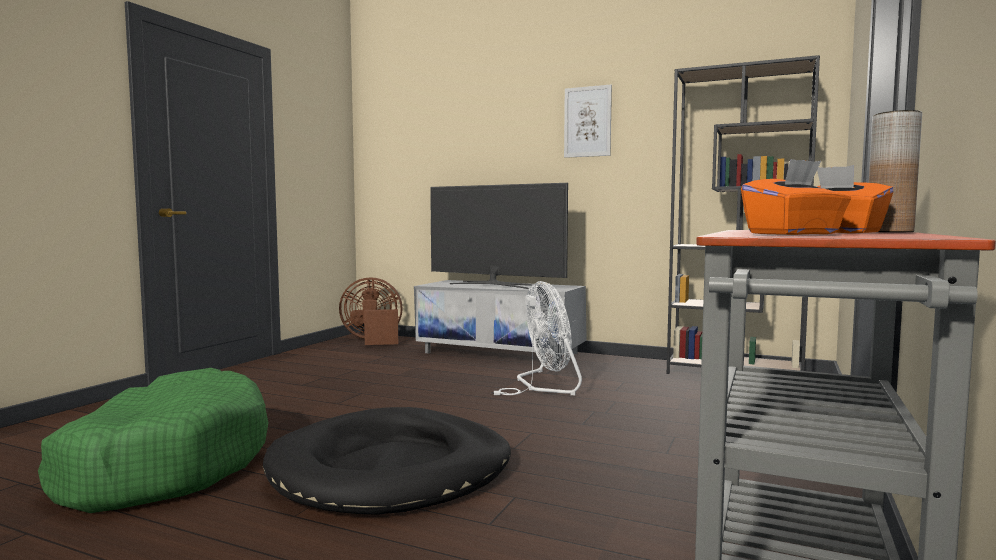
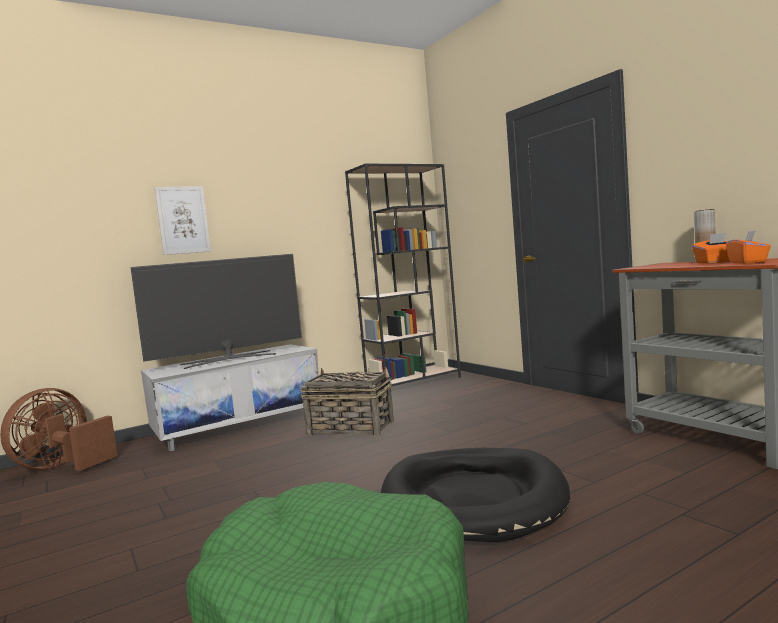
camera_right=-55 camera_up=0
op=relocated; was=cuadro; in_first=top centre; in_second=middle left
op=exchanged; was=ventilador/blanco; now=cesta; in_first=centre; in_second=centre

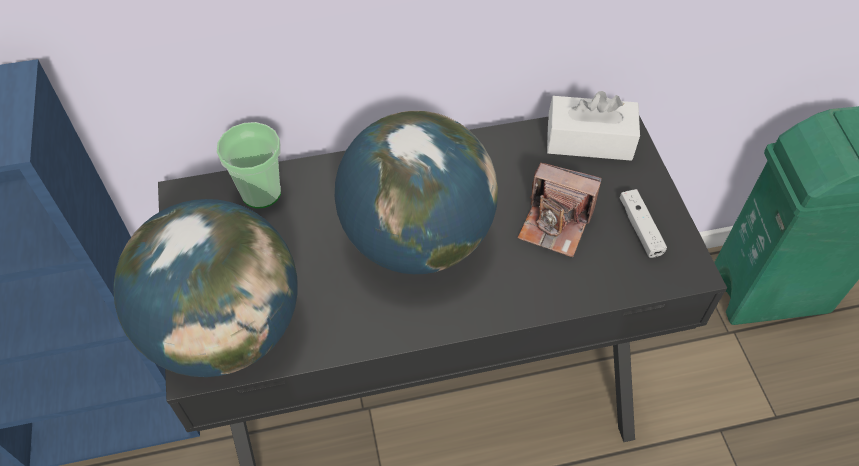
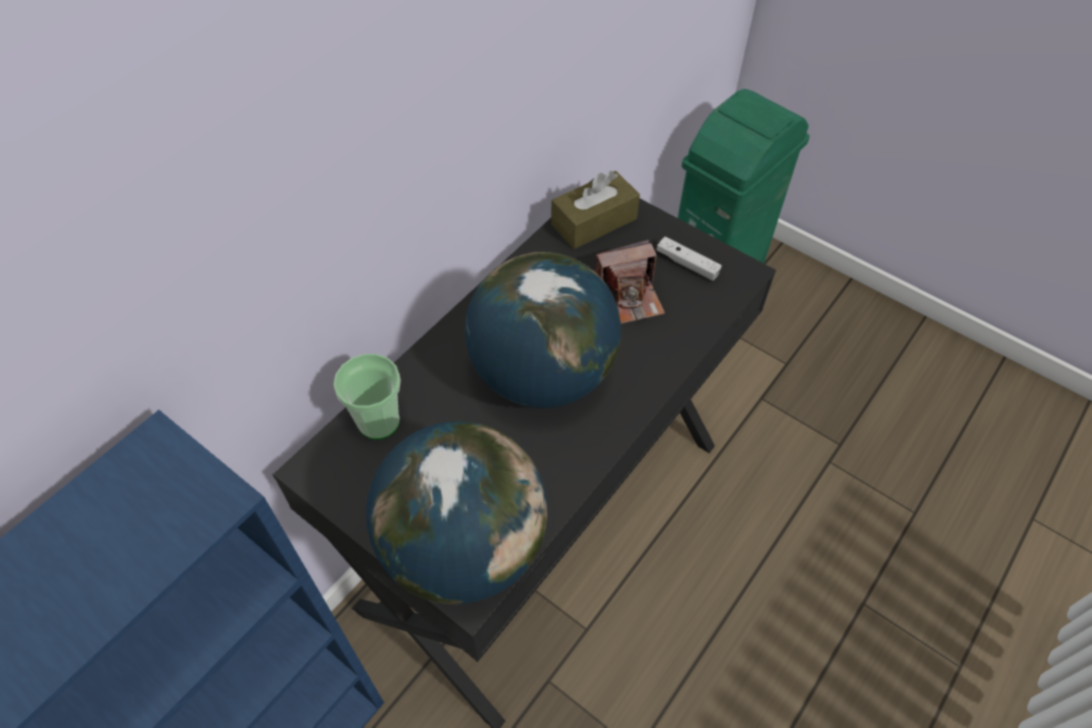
camera_right=-40 camera_up=0
op=colour; was=caja de pañuelos/blanco; now=caja de pañuelos/marrón; in_first=top right; in_second=top centre

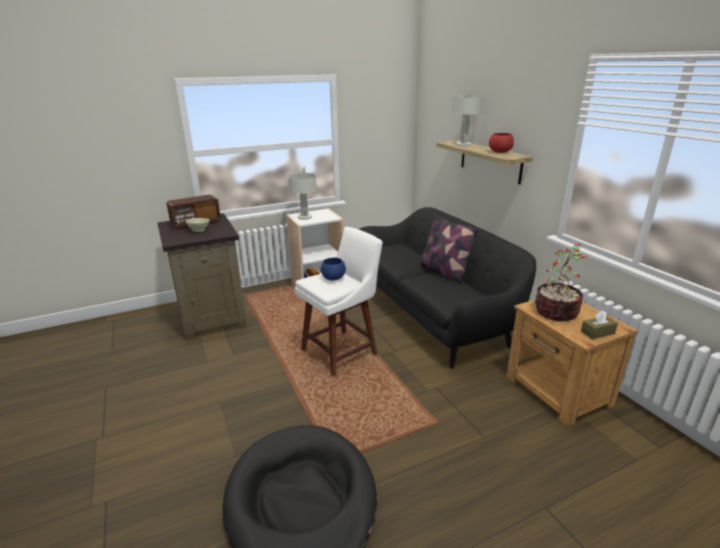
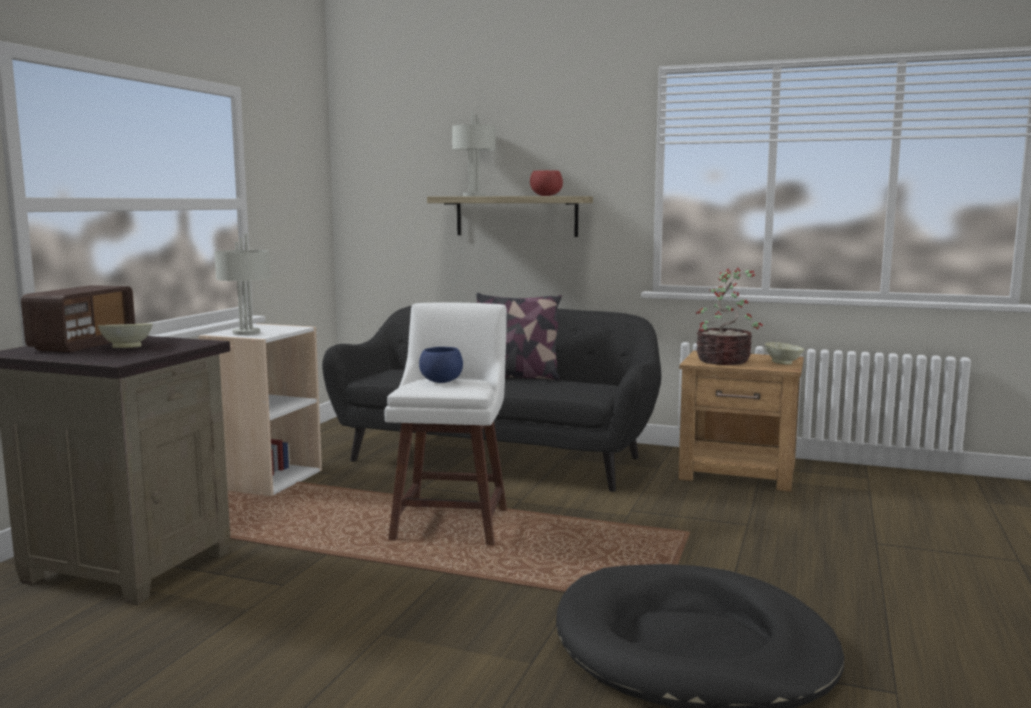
camera_right=-45 camera_up=-15
op=exchanged; was=caja de pañuelos/marrón; now=cuenco/beis (no. 2 from left); in_first=middle right; in_second=middle right

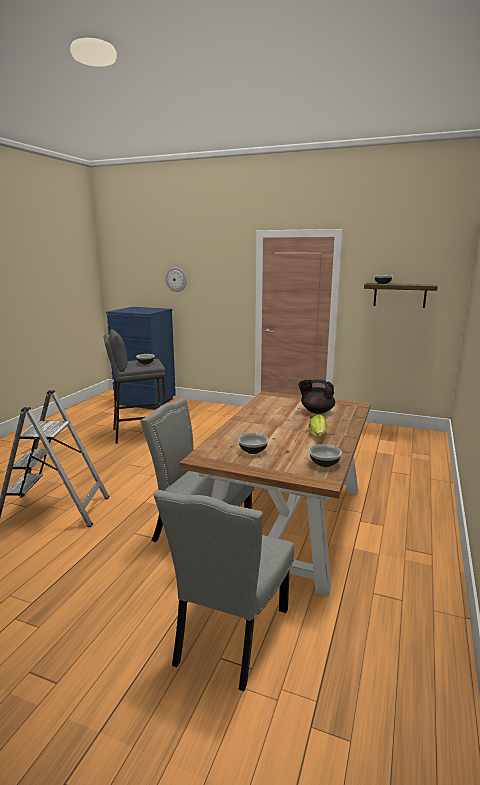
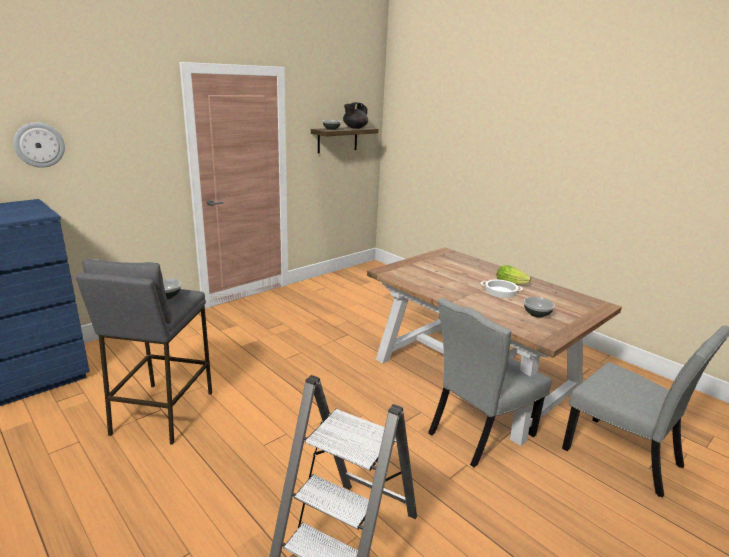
camera_right=-65 camera_up=5
op=relocated; was=tetera/negro; in_first=centre; in_second=top centre
op=missing; was=cuenco (no. 3 from left); in_first=middle right
op=appeared; now=olla; in_second=middle right

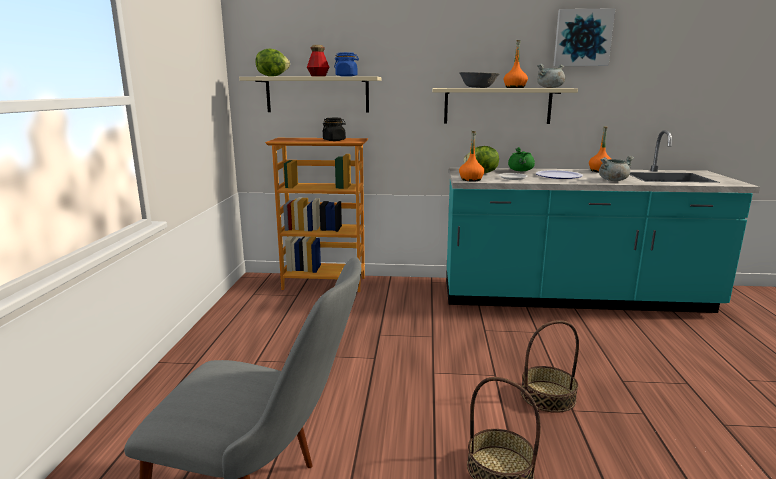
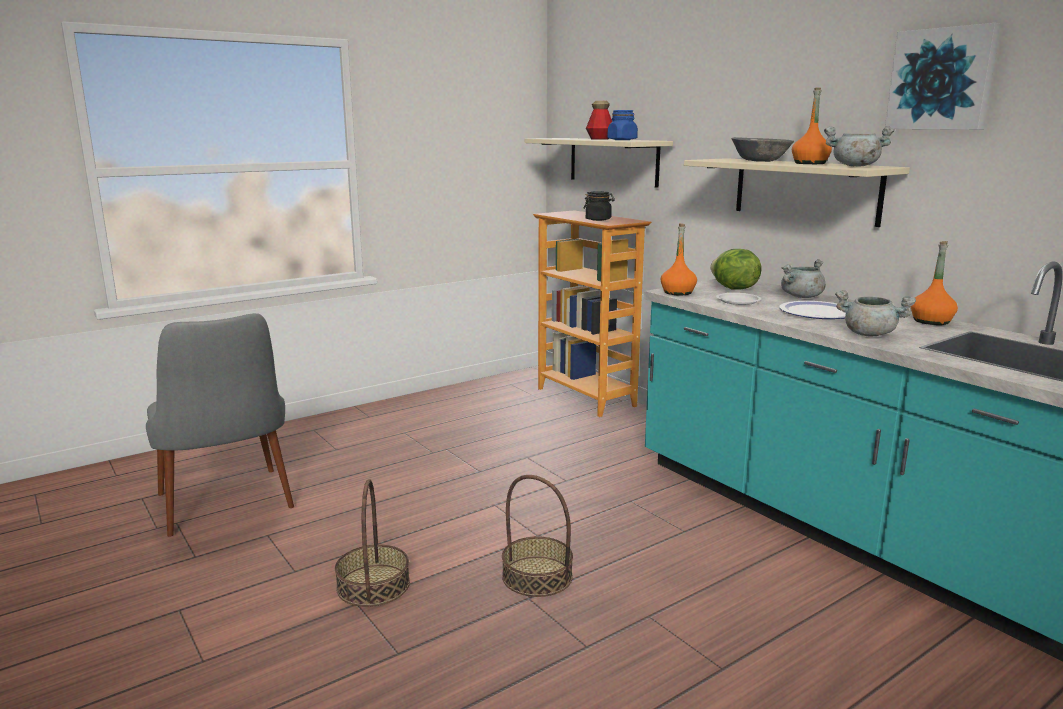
camera_right=50 camera_up=0
op=missing; was=lechuga (no. 1 from left); in_first=top centre
op=colour; was=olla/verde; now=olla/gris (no. 1 from left); in_first=top right; in_second=middle right

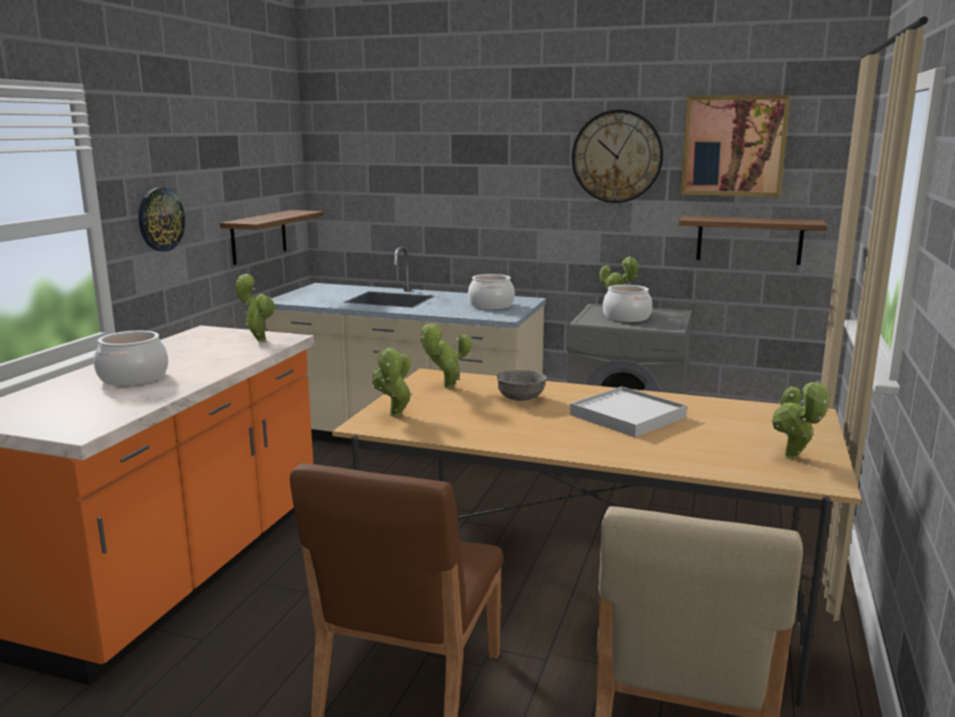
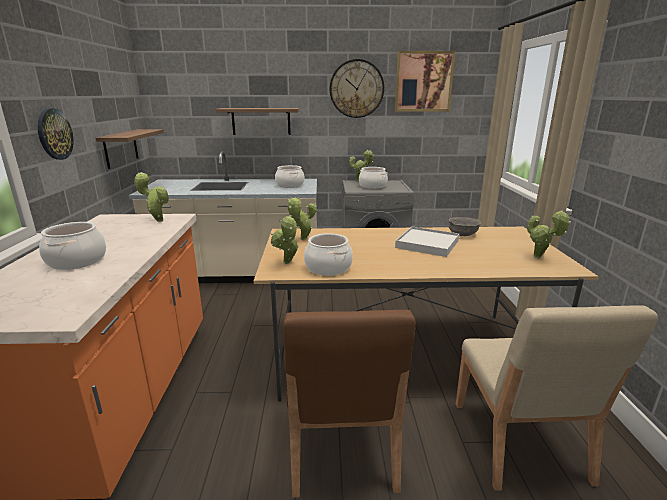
camera_right=-20 camera_up=5
op=relocated; was=estante (no. 2 from left); in_first=middle right; in_second=top centre
op=relocated; was=cuenco/gris; in_first=centre; in_second=middle right
op=appeared; now=olla (no. 3 from left); in_second=centre

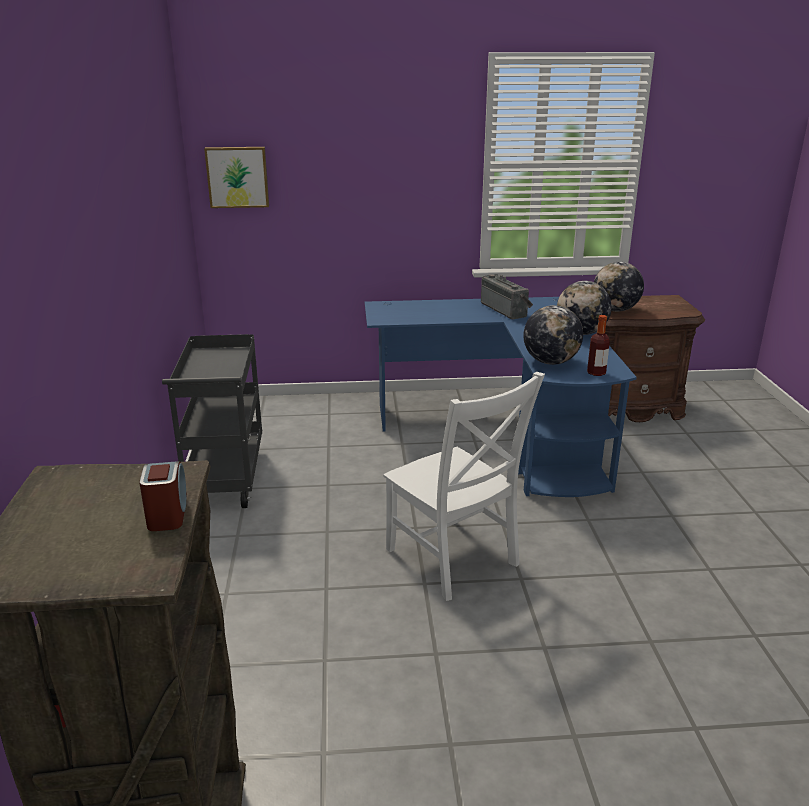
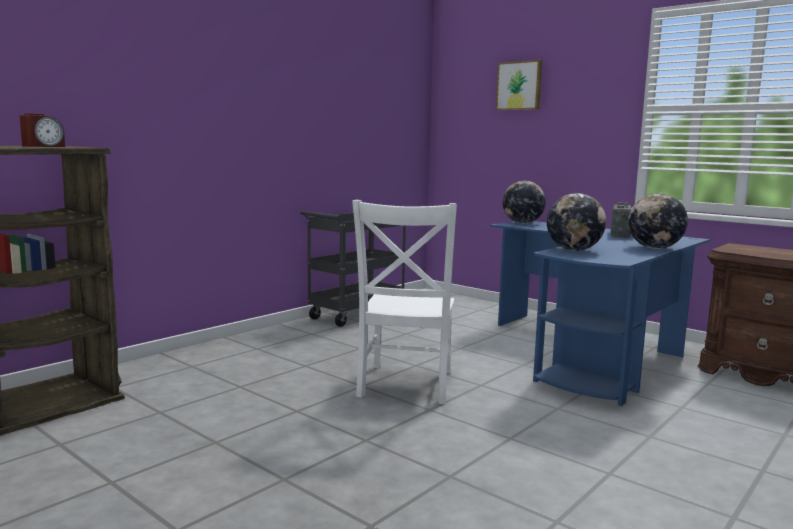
camera_right=45 camera_up=-15
op=relocated; was=cuadro; in_first=top left; in_second=top centre
op=relocated; was=globo terráqueo (no. 3 from left in the first image); now=globo terráqueo (no. 1 from left); in_first=middle right; in_second=centre
op=missing; was=botella; in_first=middle right

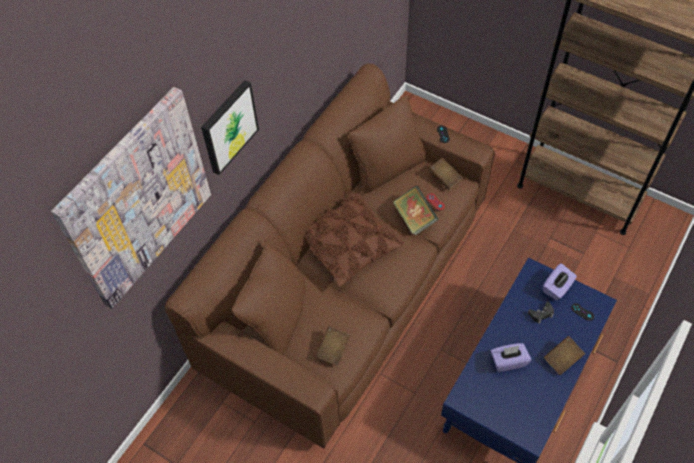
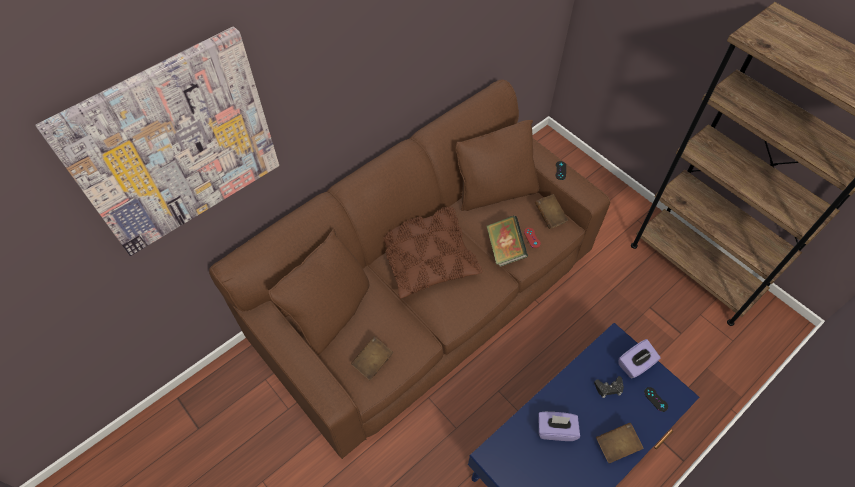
camera_right=15 camera_up=0
op=missing; was=cuadro (no. 2 from left); in_first=top left

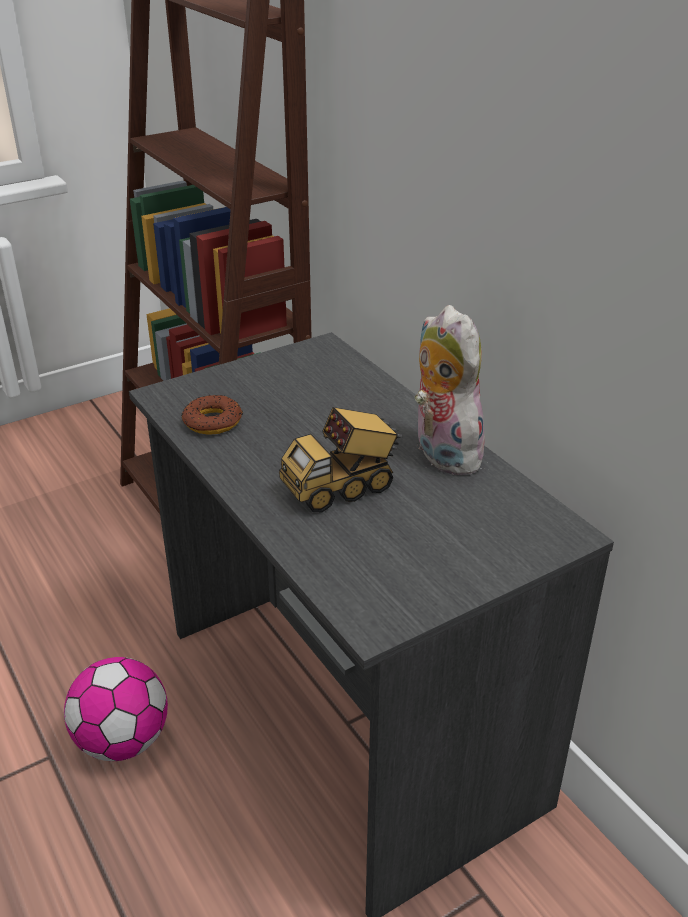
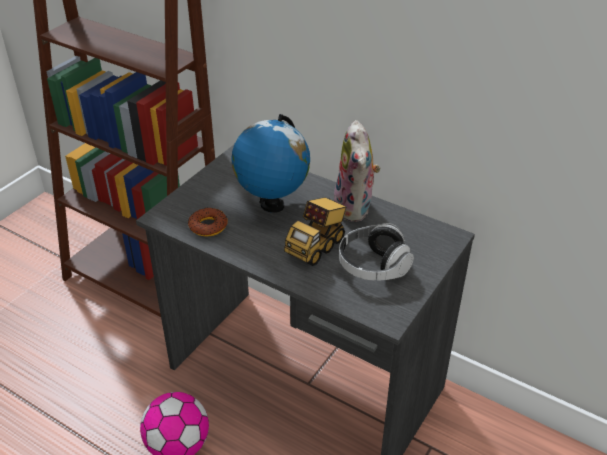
camera_right=-25 camera_up=5
op=spun; was=peluche; in_first=centre; in_second=centre; clockwise=-135
op=appeared; now=globo terráqueo; in_second=centre
op=appeared; now=auriculares; in_second=centre

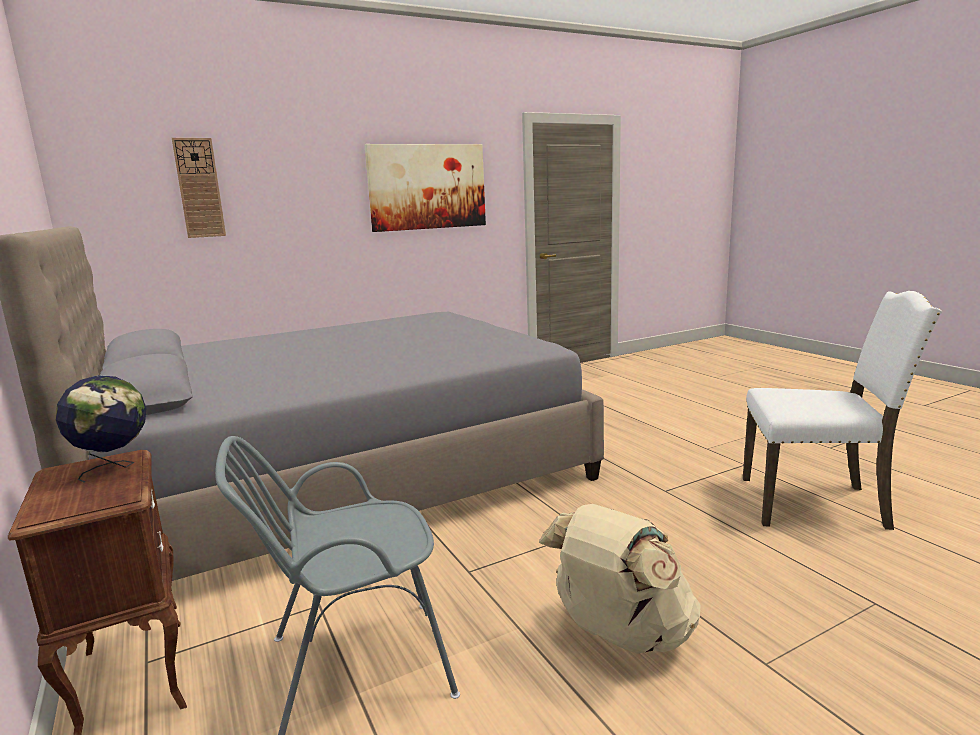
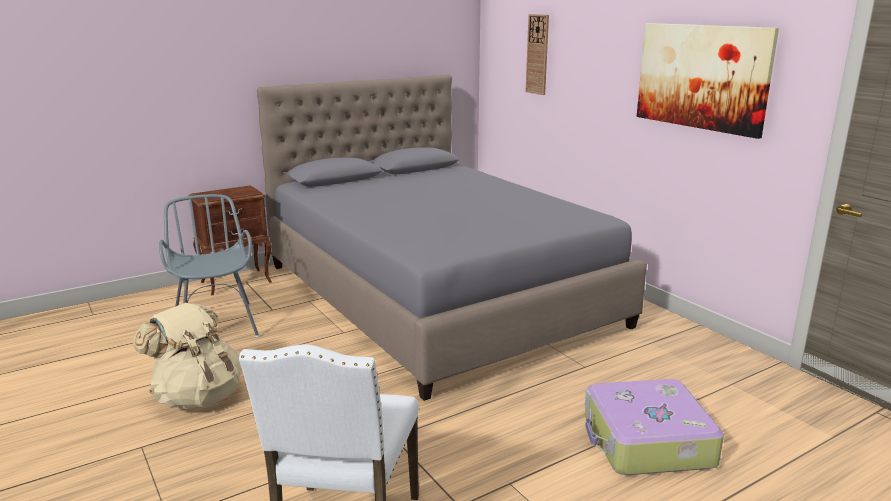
camera_right=85 camera_up=5
op=missing; was=globo terráqueo; in_first=middle left
op=appeared; now=maleta; in_second=bottom right

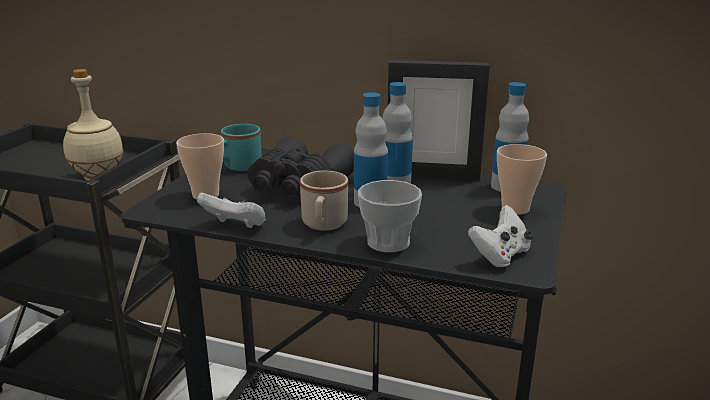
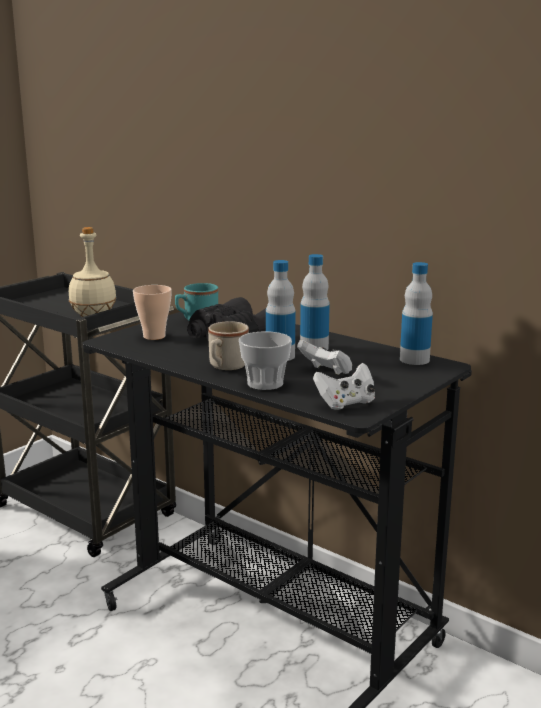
camera_right=20 camera_up=-5
op=missing; was=portarretratos; in_first=top centre
op=missing; was=taza (no. 3 from left); in_first=middle right
op=relocated; was=mando de consola/blanco (no. 1 from left); in_first=middle left; in_second=centre

